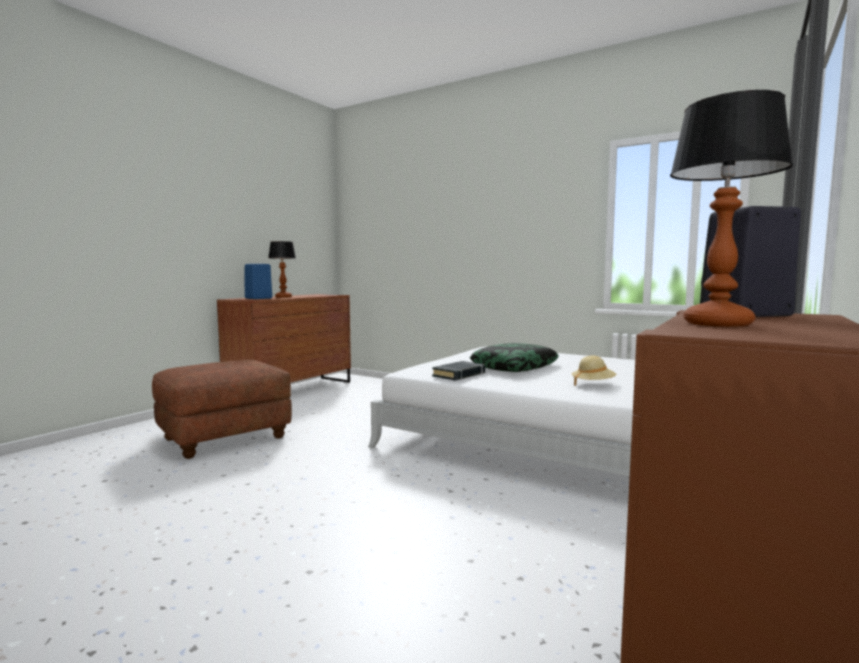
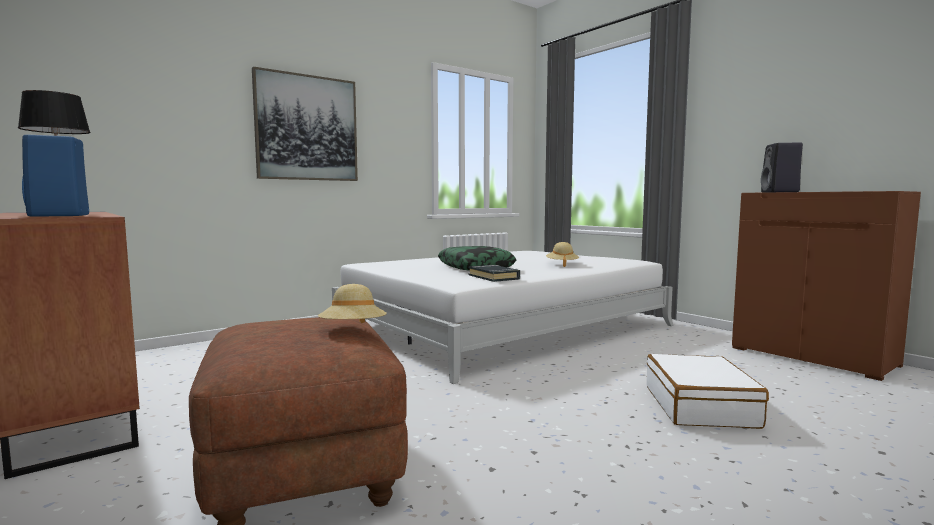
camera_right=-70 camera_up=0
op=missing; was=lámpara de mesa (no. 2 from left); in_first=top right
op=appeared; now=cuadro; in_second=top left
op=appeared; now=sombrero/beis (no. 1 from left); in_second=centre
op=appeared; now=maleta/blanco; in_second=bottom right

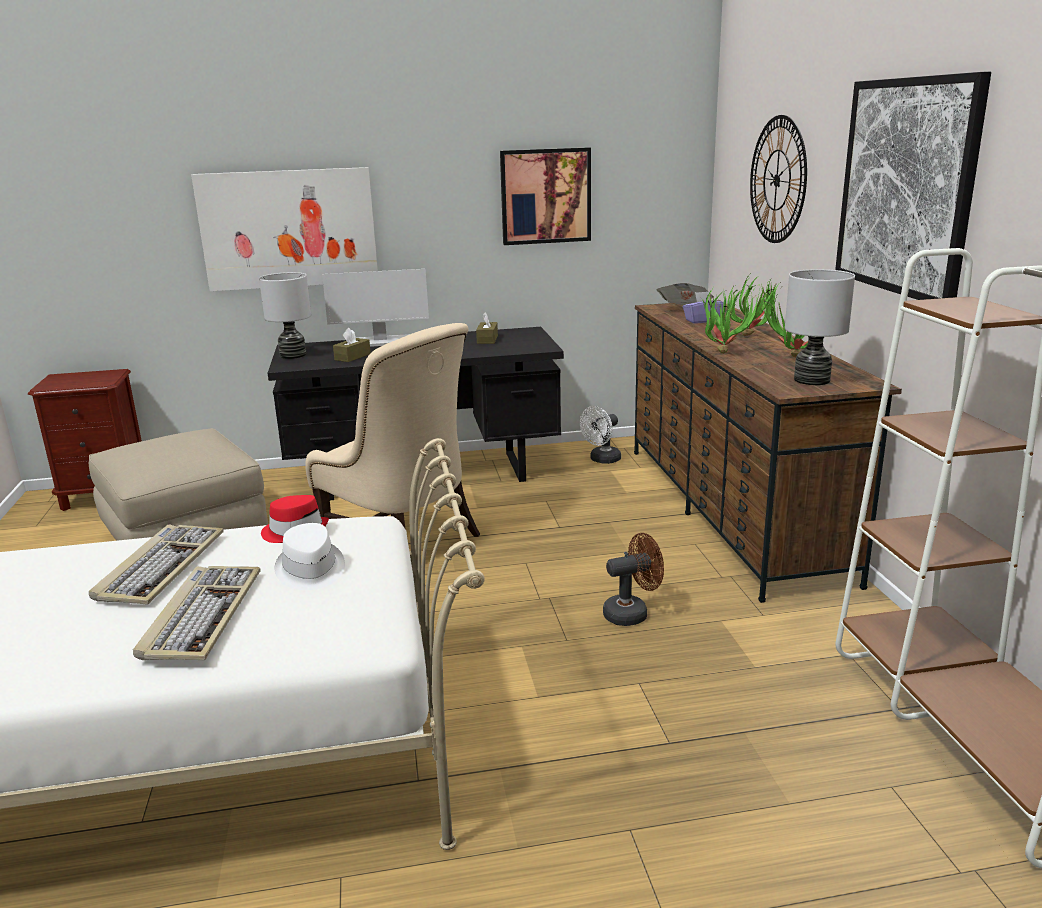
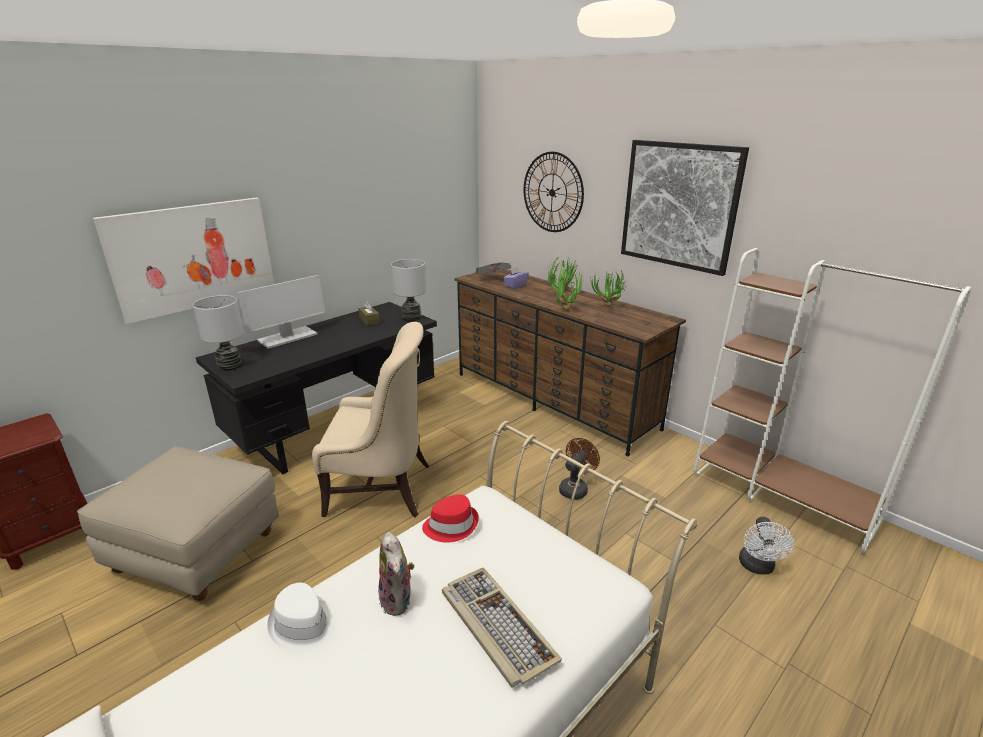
camera_right=-35 camera_up=5
op=missing; was=cuadro (no. 2 from left); in_first=top centre
op=relocated; was=lámpara de mesa/gris (no. 2 from left); in_first=middle right; in_second=centre
op=missing; was=caja de pañuelos/marrón (no. 1 from left); in_first=centre
op=relocated; was=ventilador/blanco; in_first=centre; in_second=bottom right
op=relocated; was=sombrero/blanco; in_first=middle left; in_second=bottom left
op=exchanged; was=teclado (no. 1 from left); now=peluche; in_first=middle left; in_second=bottom centre

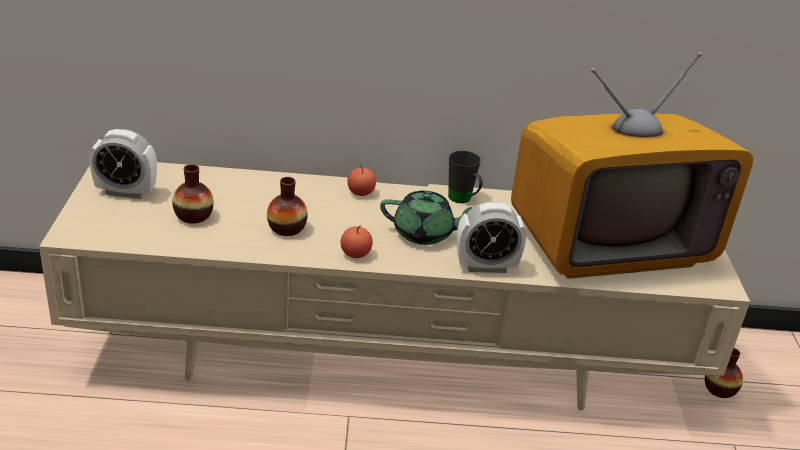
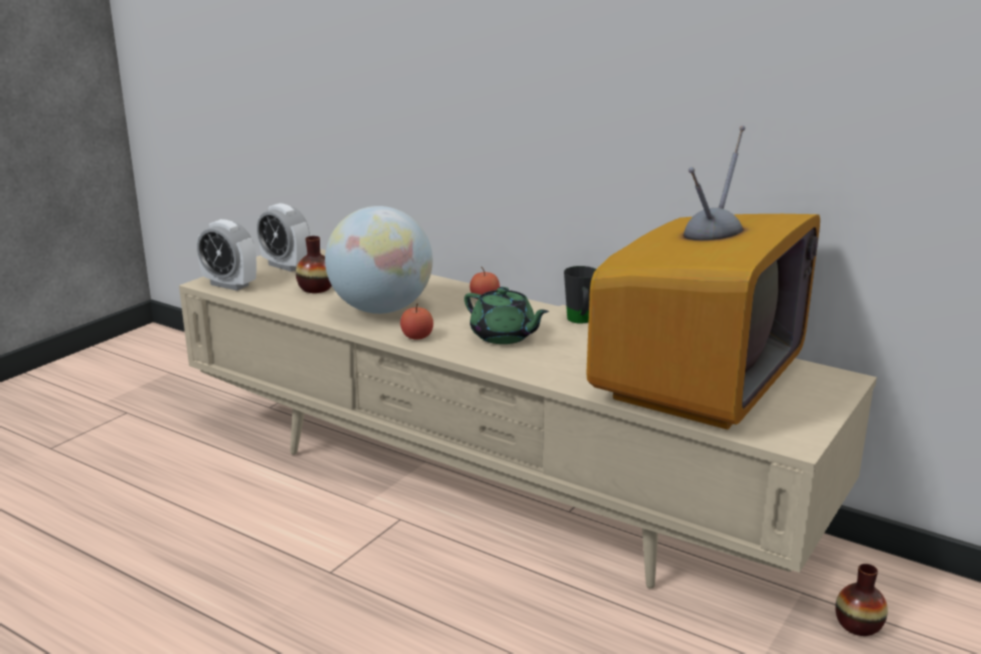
camera_right=35 camera_up=-10
op=spun; was=televisor; in_first=middle right; in_second=middle right; clockwise=-75
op=exchanged; was=florero (no. 2 from left); now=globo terráqueo; in_first=centre; in_second=centre
op=relocated; was=despertador (no. 2 from left in the first image); now=despertador (no. 1 from left); in_first=centre; in_second=middle left

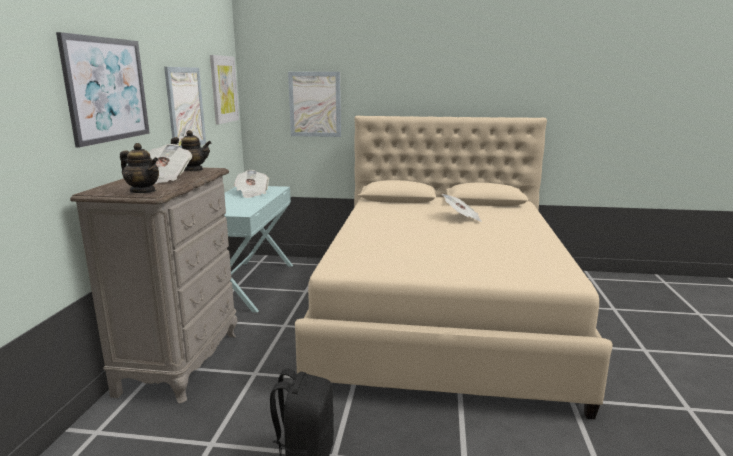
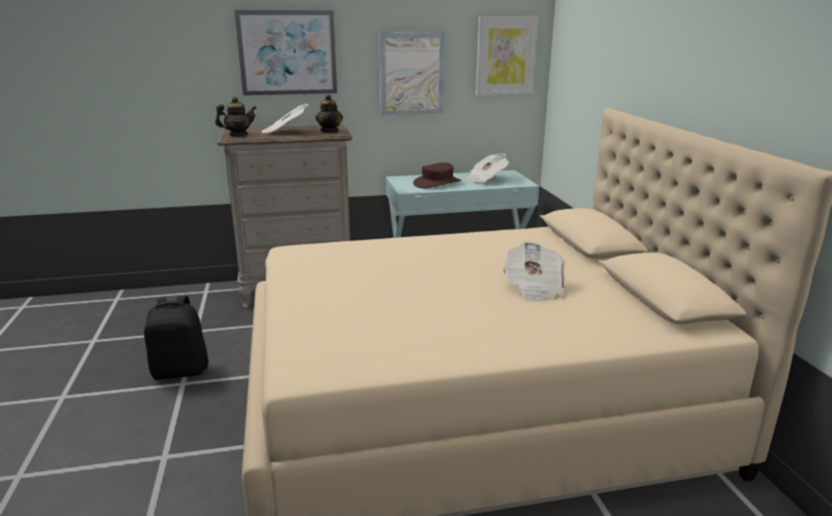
camera_right=70 camera_up=5
op=missing; was=cuadro (no. 4 from left); in_first=top centre
op=spun; was=tetera (no. 1 from left); in_first=middle left; in_second=top left; clockwise=-120
op=appeared; now=sombrero/marrón; in_second=centre

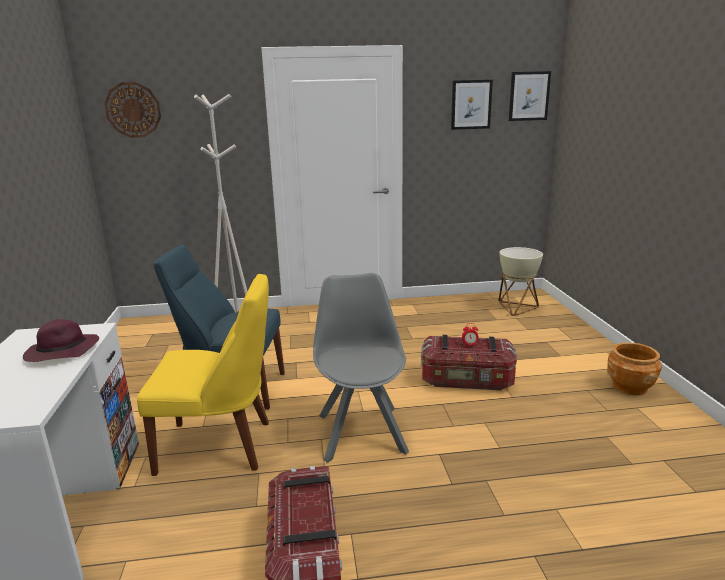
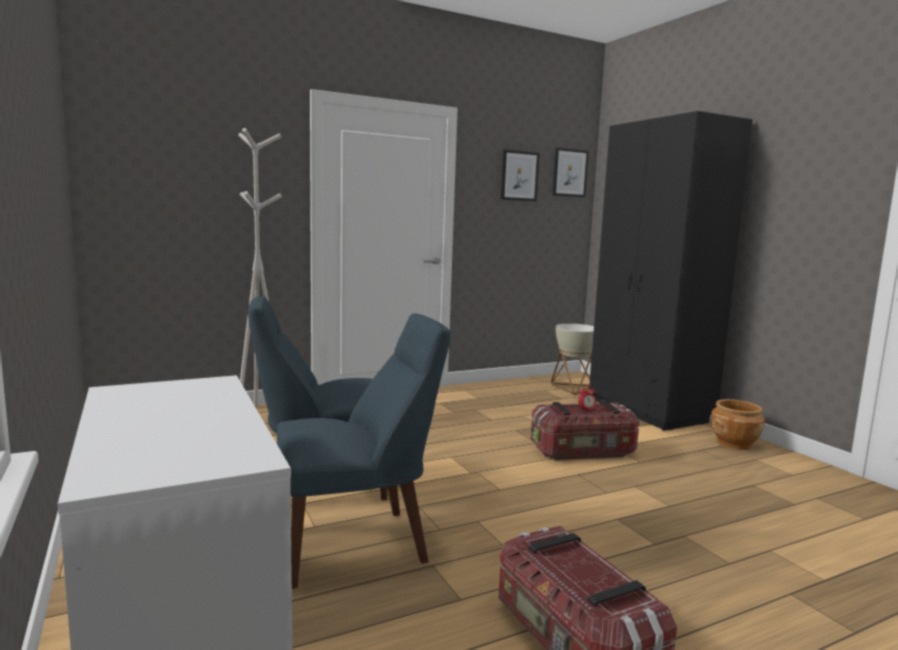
camera_right=-20 camera_up=-10
op=missing; was=reloj de pared; in_first=top left
op=missing; was=silla/gris; in_first=centre
op=colour; was=silla/amarillo; now=silla/azul (no. 2 from left); in_first=middle left; in_second=bottom centre
op=missing; was=sombrero/morado; in_first=middle left
op=appeared; now=armario ropero/negro; in_second=middle right

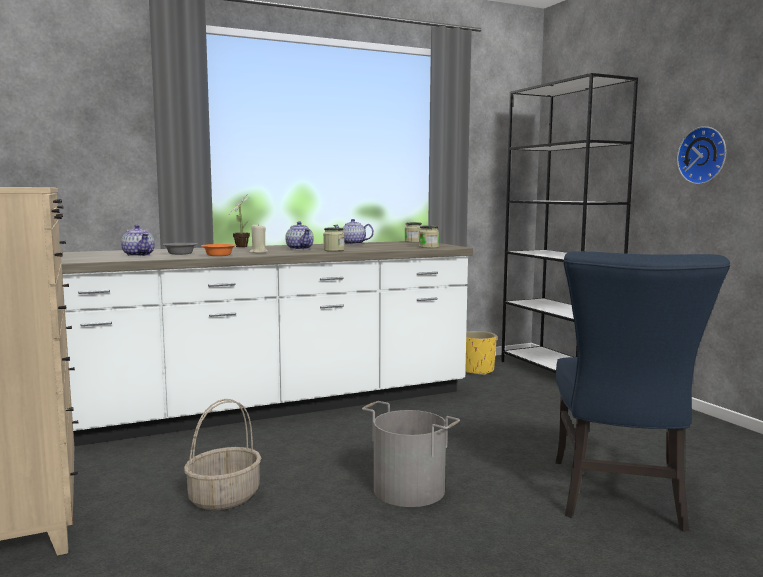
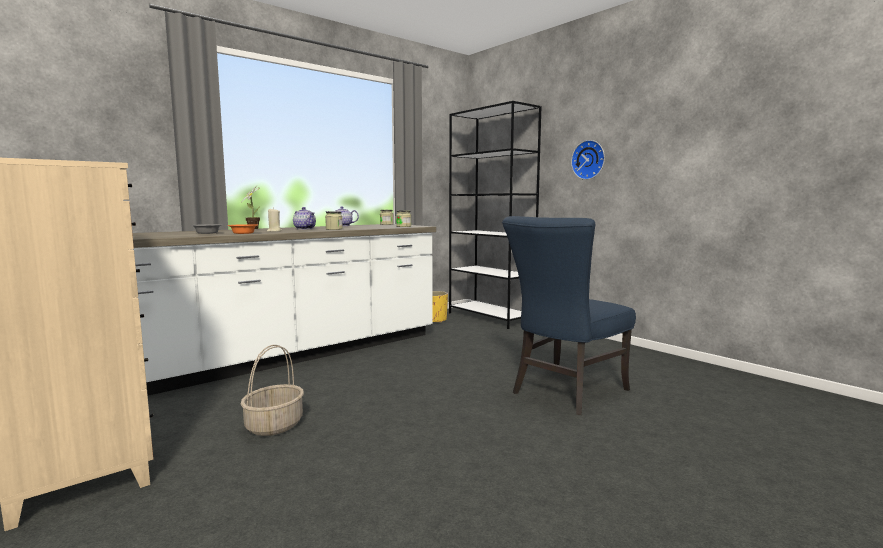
camera_right=-15 camera_up=0
op=missing; was=tetera (no. 1 from left); in_first=middle left
op=spun; was=silla/azul; in_first=bottom right; in_second=centre; clockwise=45
op=missing; was=cubo/gris; in_first=bottom centre

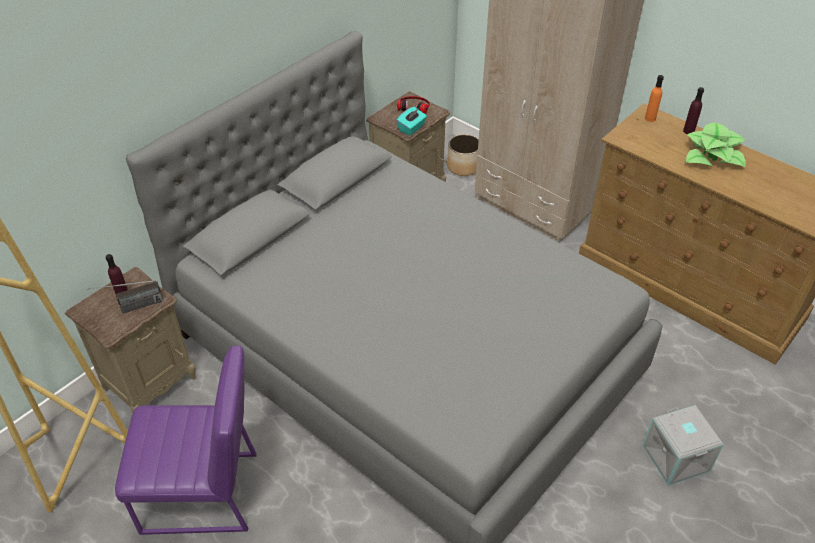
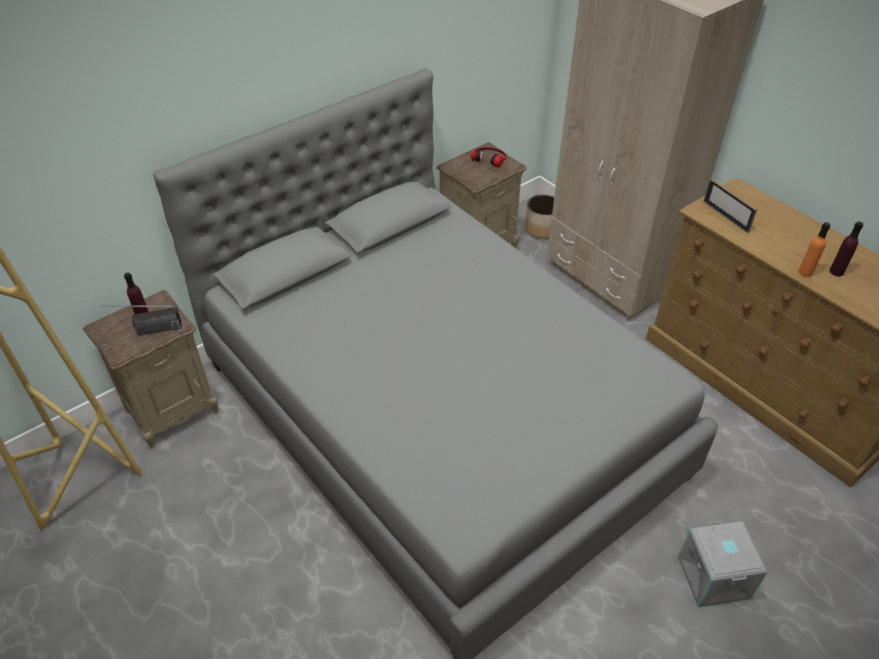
camera_right=10 camera_up=0
op=relocated; was=botella/naranja; in_first=top right; in_second=middle right
op=relocated; was=botella/morado (no. 2 from left); in_first=top right; in_second=middle right
op=missing; was=caja de pañuelos/turquesa; in_first=top centre
op=missing; was=planta en maceta; in_first=top right
op=missing; was=silla/morado; in_first=bottom left
op=appeared; now=portarretratos; in_second=top right

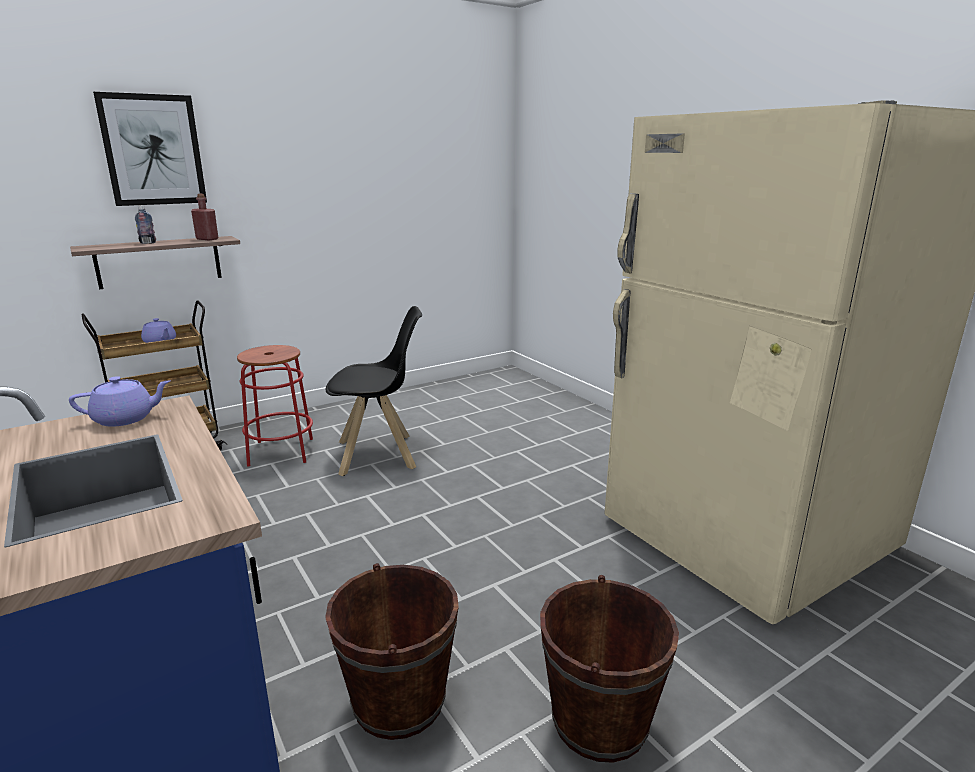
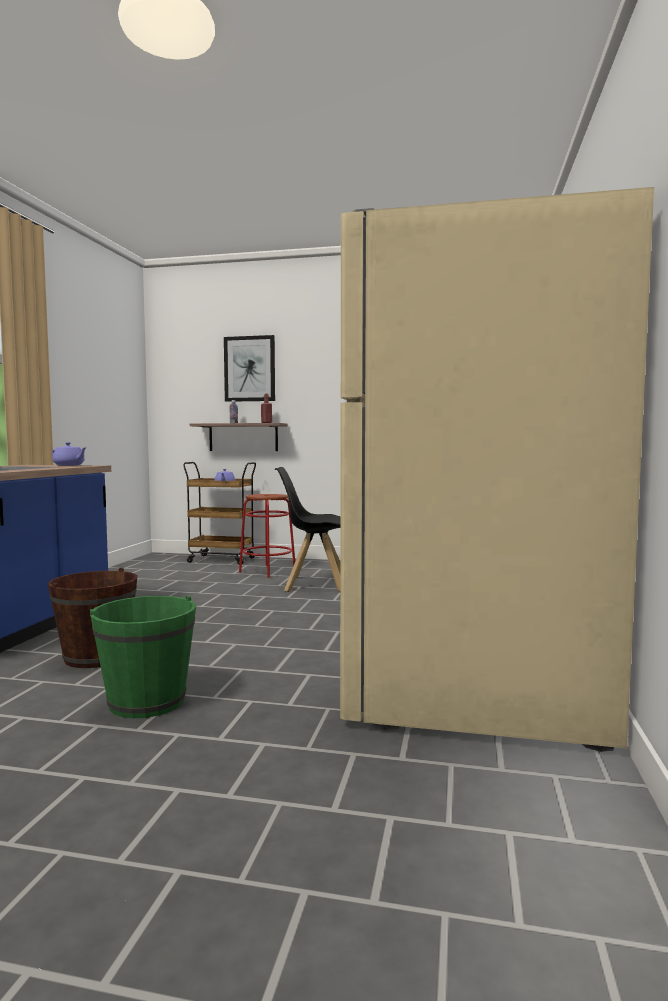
camera_right=45 camera_up=-15
op=spun; was=silla/negro; in_first=centre; in_second=centre; clockwise=150
op=colour; was=cubo/marrón (no. 2 from left); now=cubo/verde; in_first=bottom centre; in_second=middle left

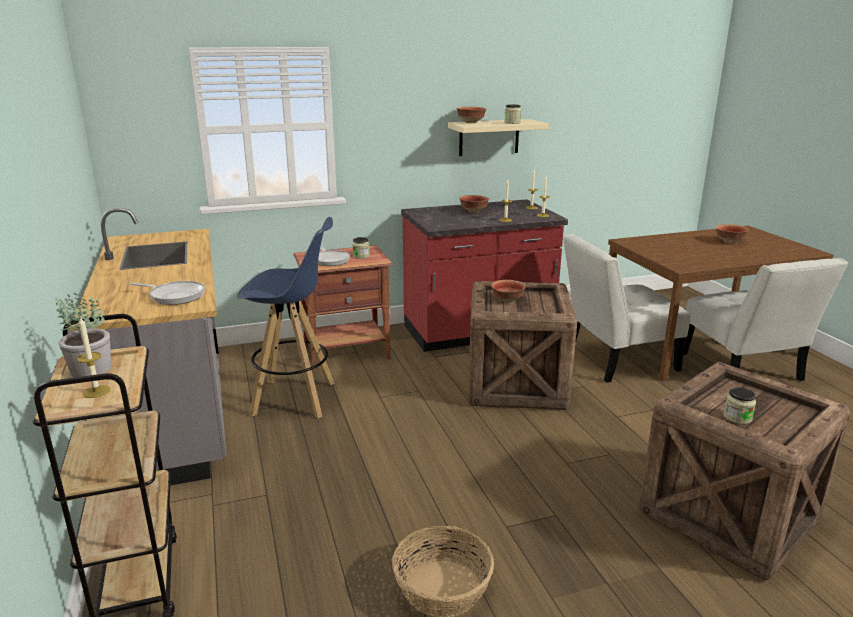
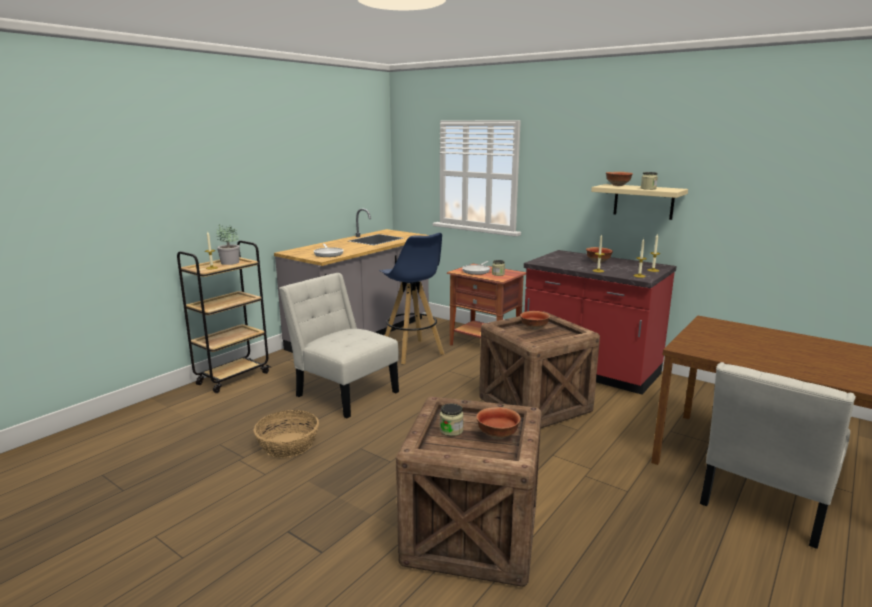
camera_right=55 camera_up=-5
op=relocated; was=cuenco (no. 4 from left in the first image); now=cuenco (no. 1 from left); in_first=middle right; in_second=bottom centre
op=relocated; was=silla/blanco (no. 1 from left); in_first=middle right; in_second=centre

